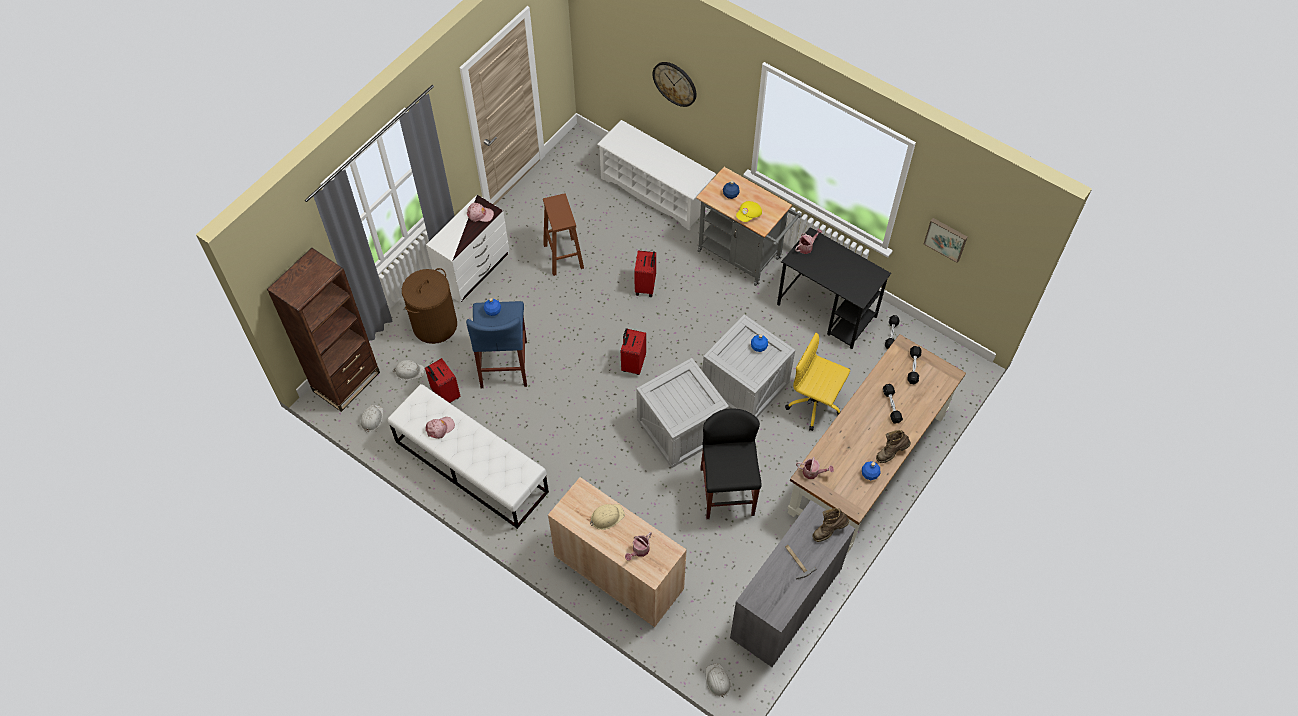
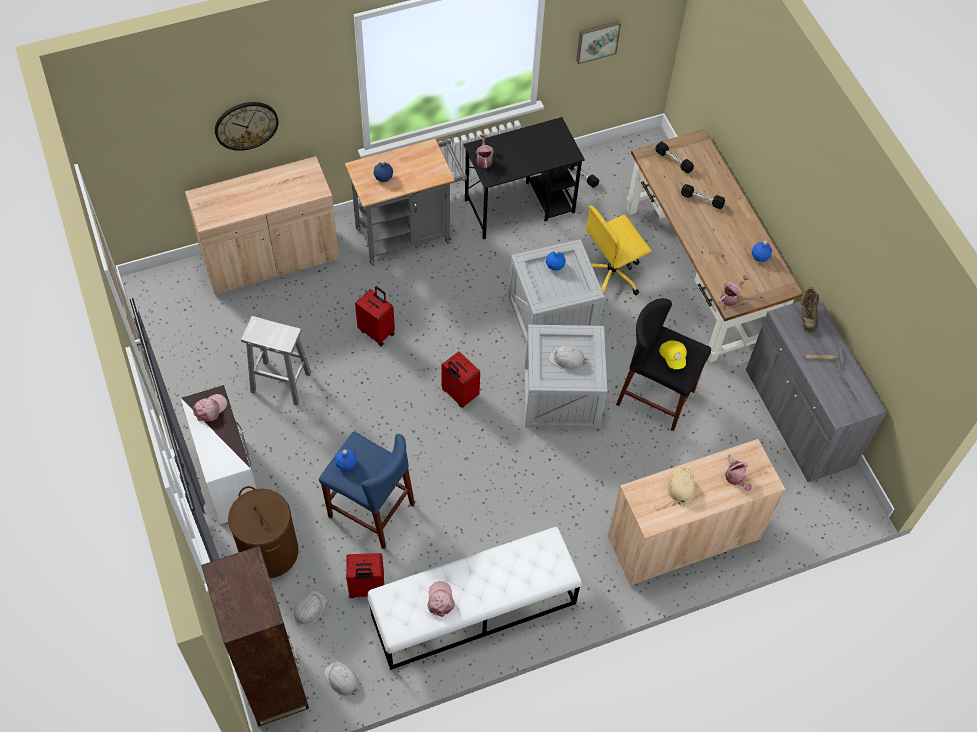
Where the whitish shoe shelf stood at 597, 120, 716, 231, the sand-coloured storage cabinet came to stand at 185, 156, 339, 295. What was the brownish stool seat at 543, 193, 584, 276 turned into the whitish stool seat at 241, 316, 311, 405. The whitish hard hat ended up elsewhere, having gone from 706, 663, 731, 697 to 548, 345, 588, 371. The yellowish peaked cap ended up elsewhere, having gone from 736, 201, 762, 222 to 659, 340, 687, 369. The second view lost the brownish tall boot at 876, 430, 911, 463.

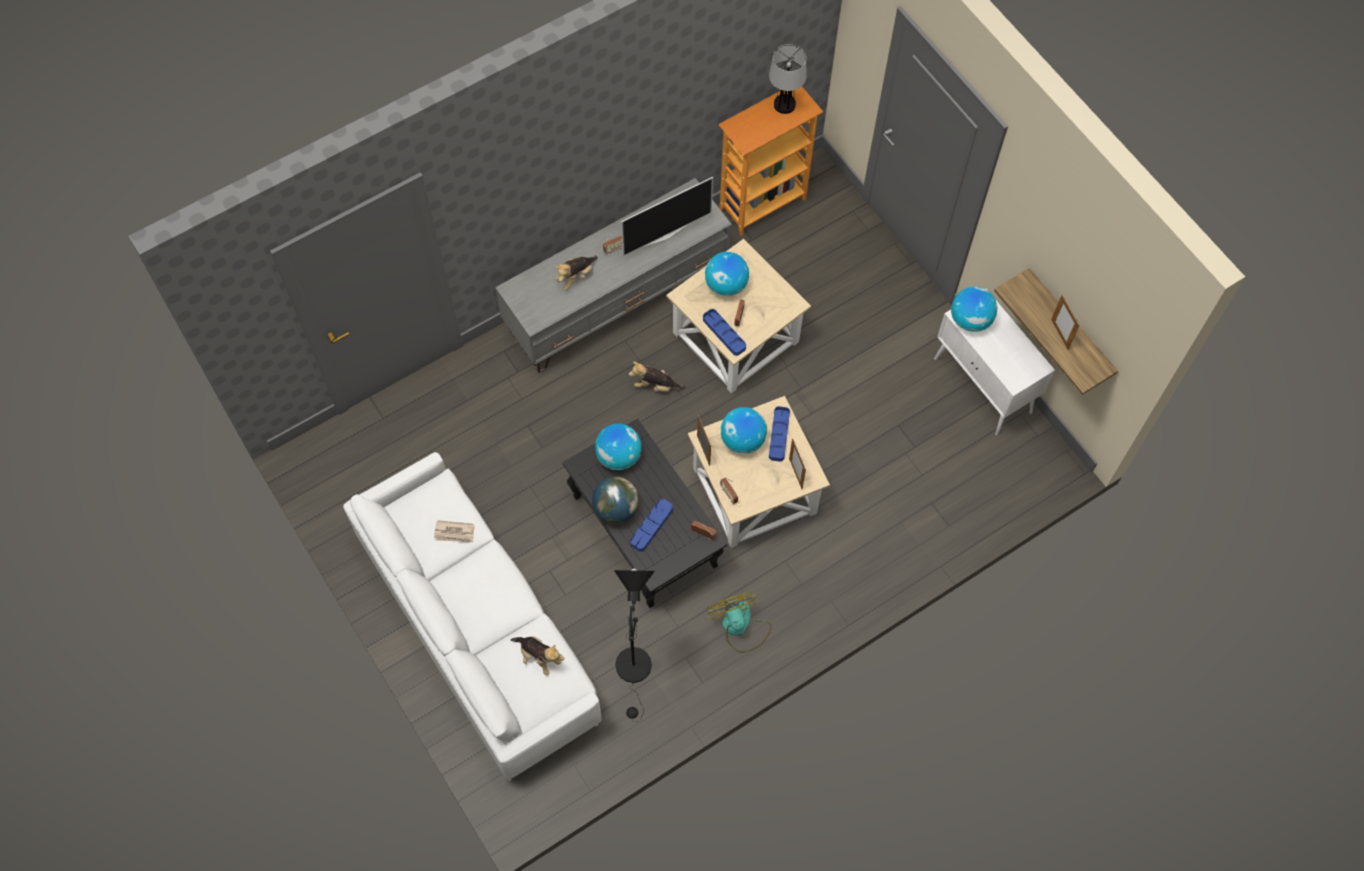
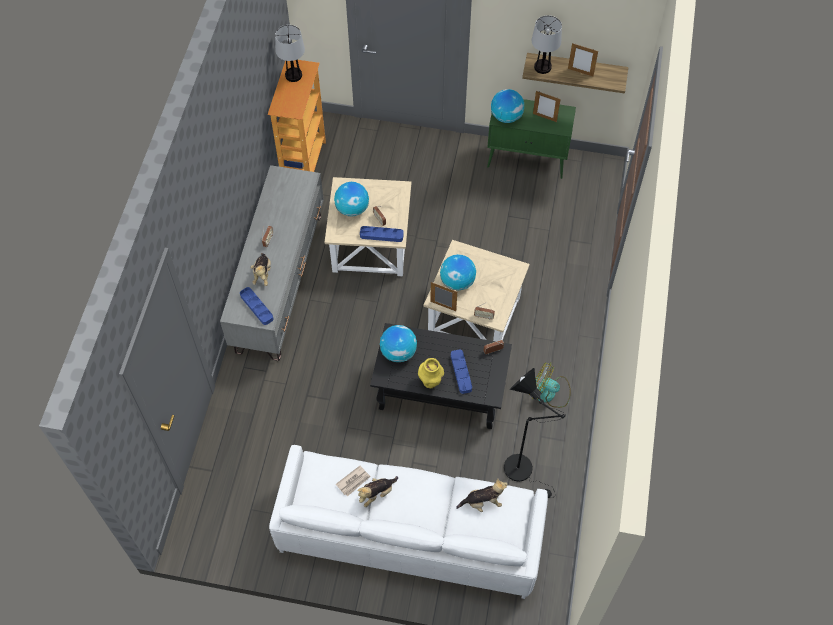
The bluish serving tray ended up elsewhere, having gone from 769, 406, 790, 462 to 240, 287, 273, 325. The plush toy ended up elsewhere, having gone from 629, 362, 686, 392 to 357, 476, 398, 507. Where the desk globe stood at 592, 476, 639, 524, the yellowish vase came to stand at 418, 358, 444, 388. What was the whitish storage cabinet at 934, 289, 1055, 435 turned into the green storage cabinet at 487, 99, 576, 179. The second view gained the table lamp at 532, 15, 562, 74. The standing frame ended up elsewhere, having gone from 789, 438, 806, 489 to 533, 91, 561, 122. The second view lost the TV set at 621, 177, 713, 256.

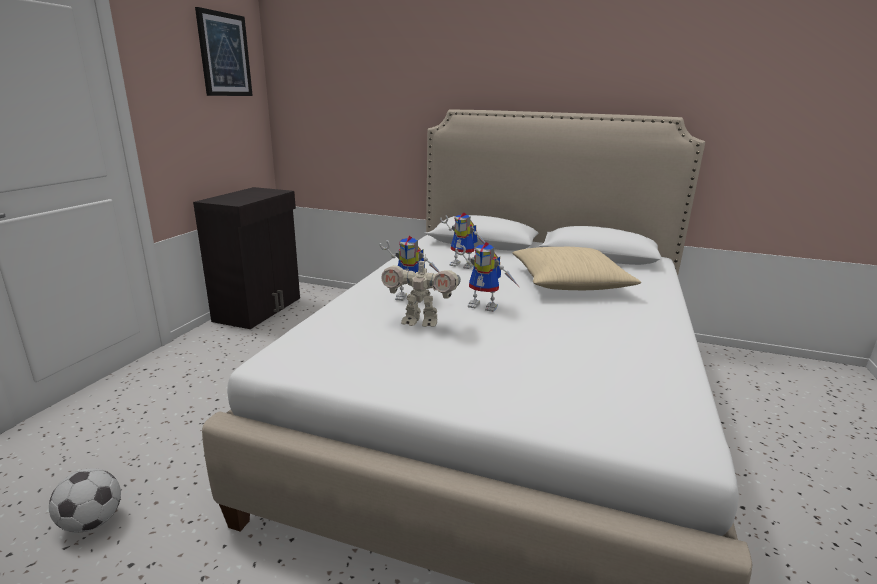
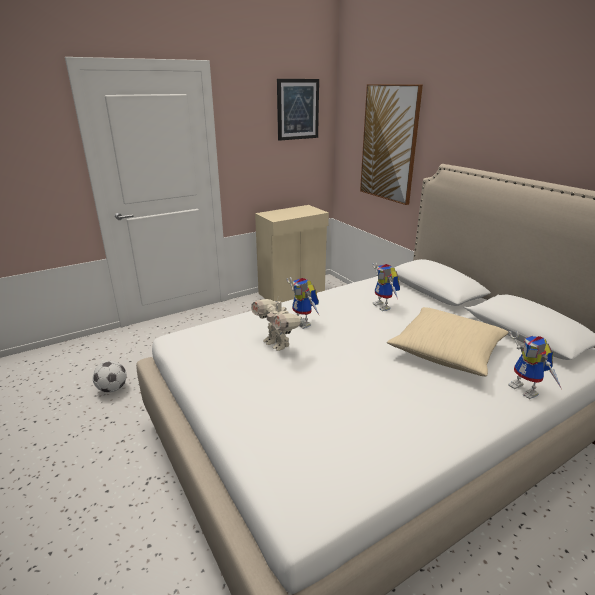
What was the black storage cabinet at 193, 187, 300, 329 turned into the sand-coloured storage cabinet at 255, 205, 329, 302. The second view gained the picture at 360, 84, 423, 205. The model robot ended up elsewhere, having gone from 455, 242, 520, 312 to 508, 331, 562, 399.

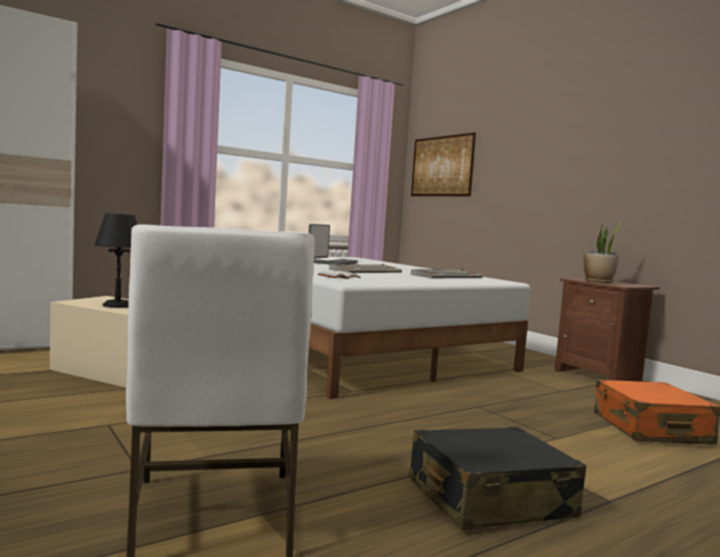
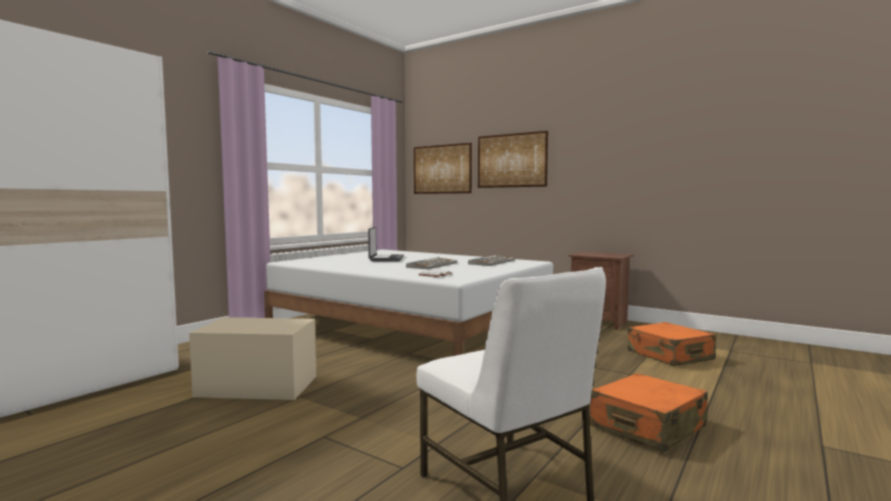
The second view gained the picture at 478, 131, 548, 188. What was the black suitcase at 409, 427, 586, 530 turned into the orange-coloured suitcase at 590, 373, 708, 452. The second view lost the black table lamp at 94, 213, 137, 308. The second view lost the plant in a pot at 584, 222, 621, 283.

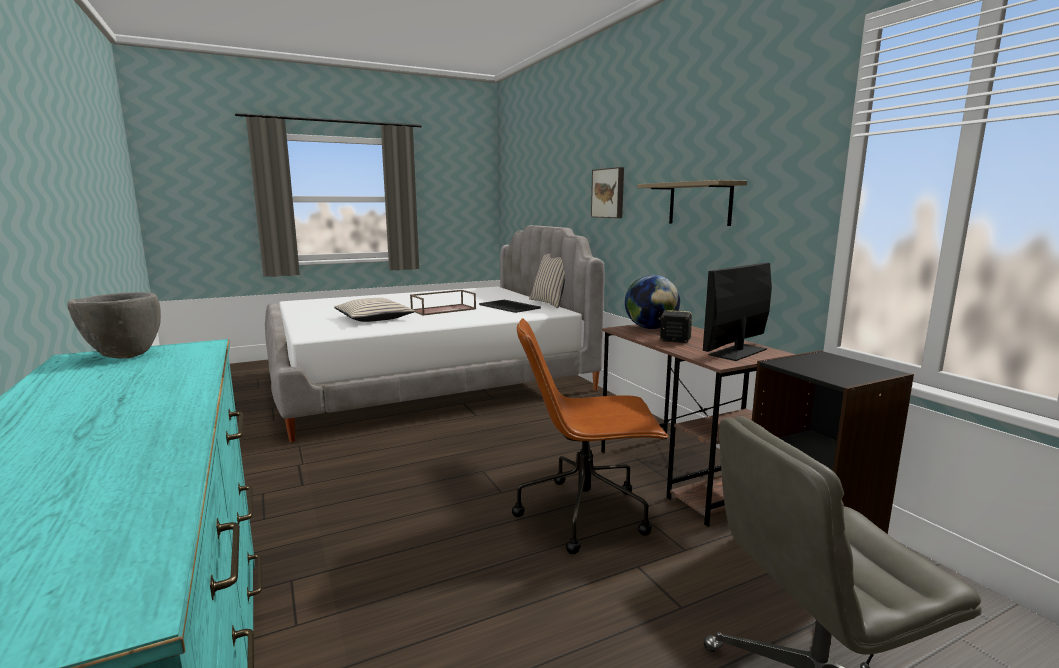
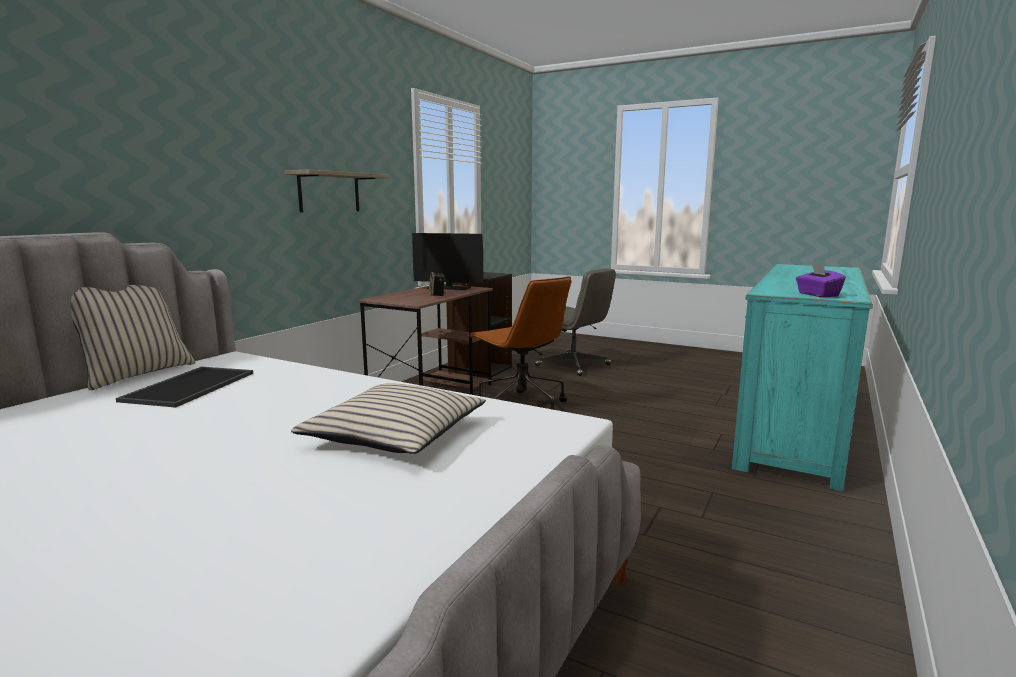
Where the grey deep dish stood at 68, 292, 161, 358, the purplish tissue holder came to stand at 796, 263, 846, 297. The second view lost the brownish serving tray at 410, 290, 476, 316. The second view lost the picture at 591, 167, 624, 218. The second view lost the desk globe at 625, 275, 680, 329.

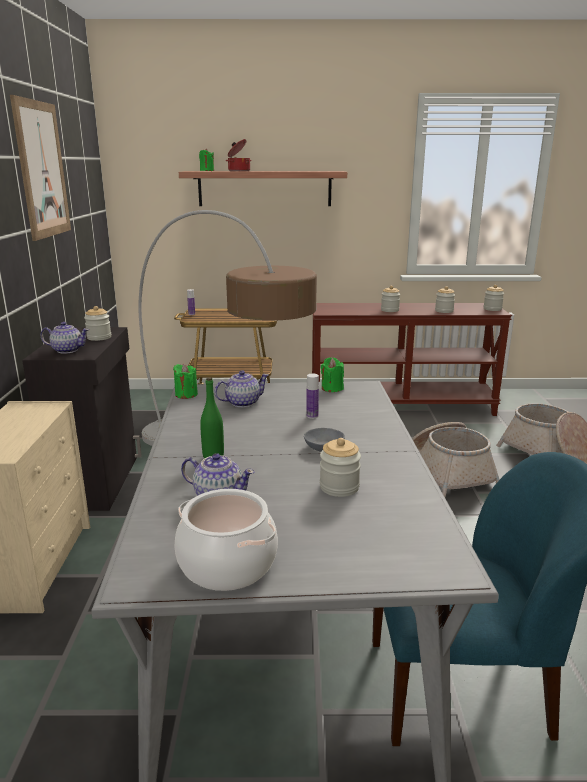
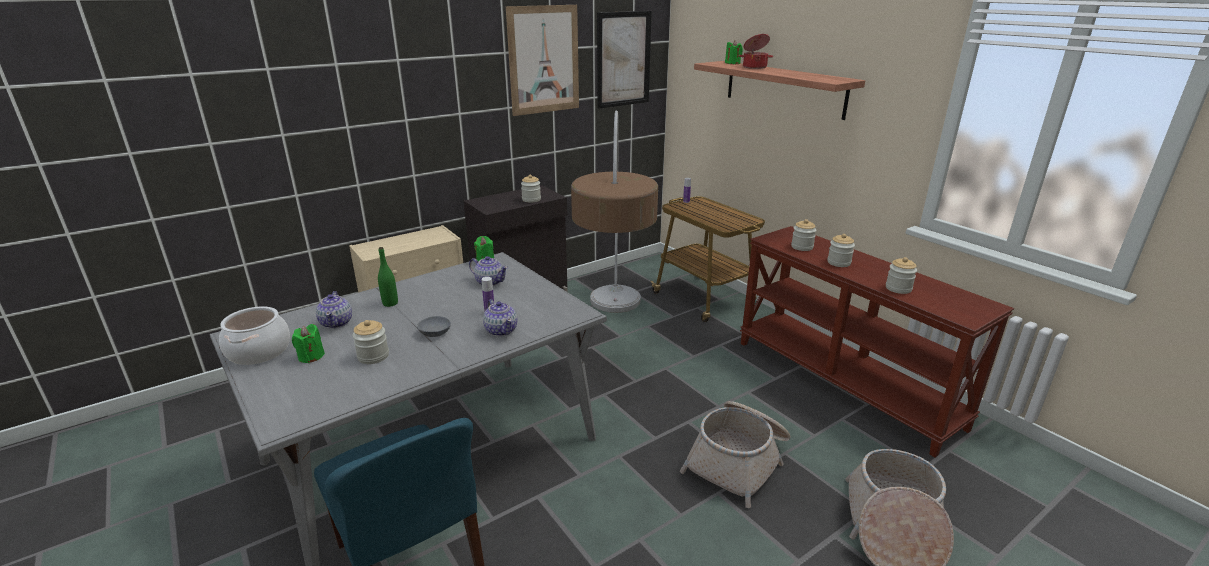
The green candle ended up elsewhere, having gone from 321, 357, 344, 392 to 292, 324, 325, 363. The pot for tea ended up elsewhere, having gone from 40, 322, 89, 354 to 483, 299, 518, 337. The second view gained the picture at 597, 11, 652, 109. The jar ended up elsewhere, having gone from 483, 285, 504, 311 to 791, 219, 816, 251.

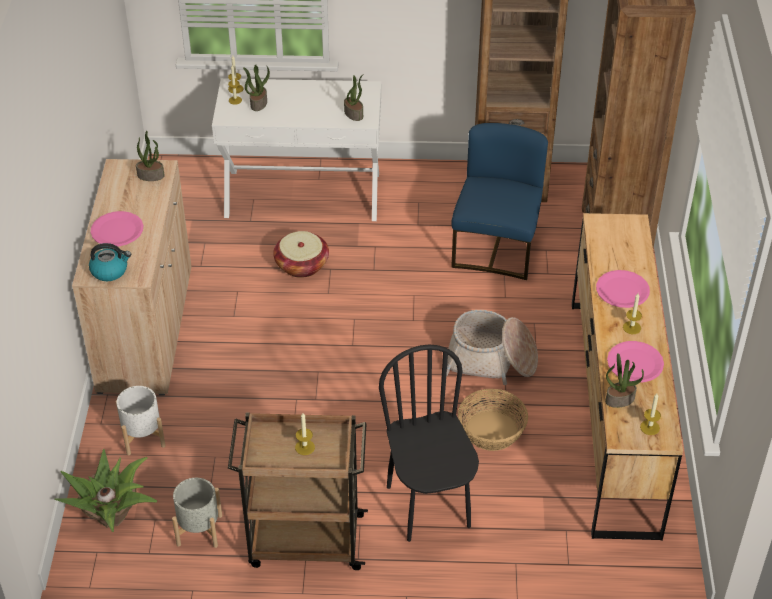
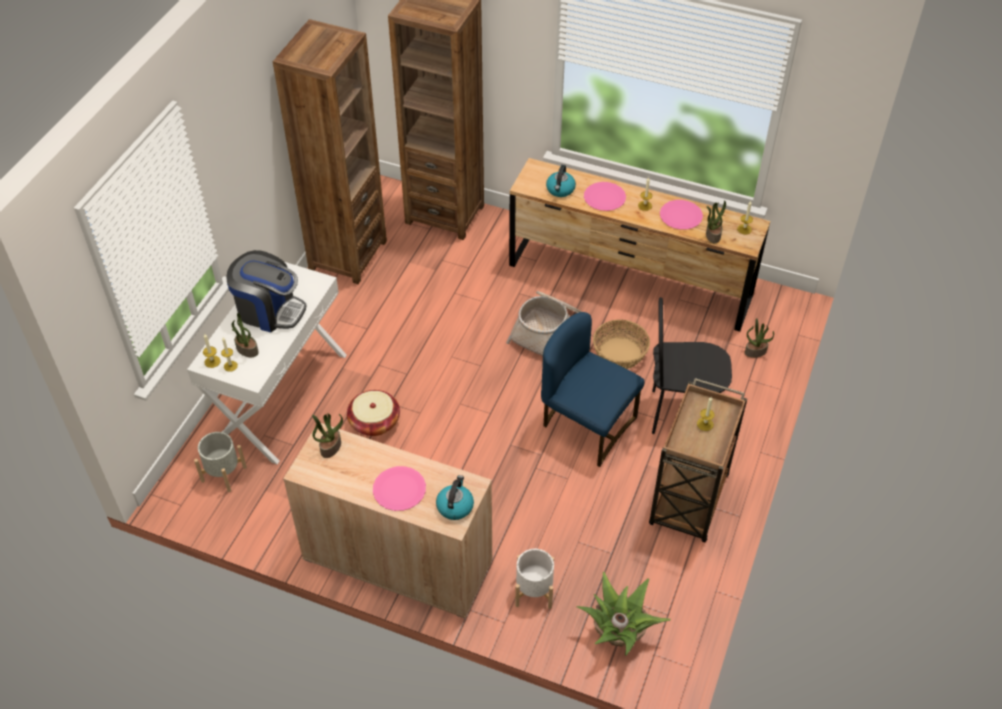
The grey flower pot ended up elsewhere, having gone from 172, 478, 222, 548 to 194, 432, 247, 492. The second view gained the coffee maker at 226, 250, 307, 332. The bluish chair ended up elsewhere, having gone from 451, 123, 548, 280 to 541, 312, 645, 467. The second view gained the kettle at 546, 165, 576, 197. The plant in a pot ended up elsewhere, having gone from 344, 74, 364, 121 to 745, 318, 774, 358.

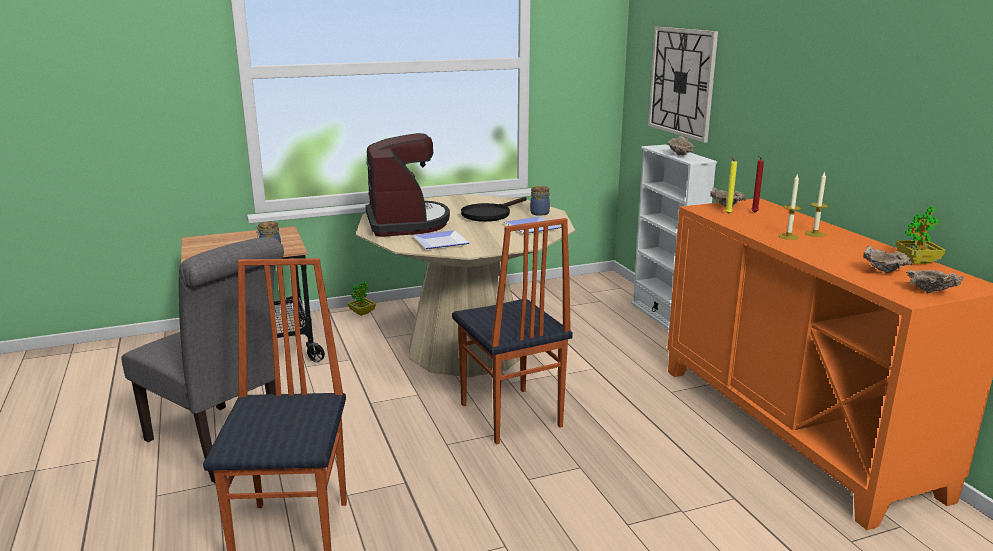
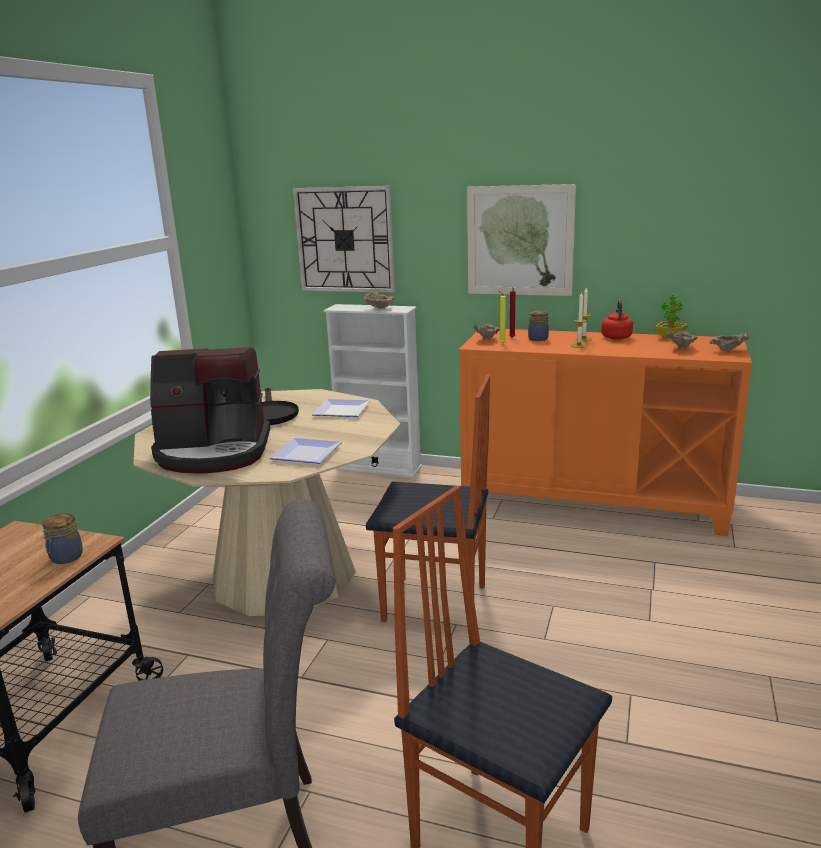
The coffee maker at 365, 133, 450, 237 ended up facing another way, 150 degrees clockwise from before. The second view gained the picture at 467, 184, 576, 296. The jar ended up elsewhere, having gone from 530, 186, 550, 216 to 528, 311, 549, 341. The second view gained the red-coloured kettle at 601, 300, 633, 339. The second view lost the plant in a pot at 348, 281, 376, 316.

